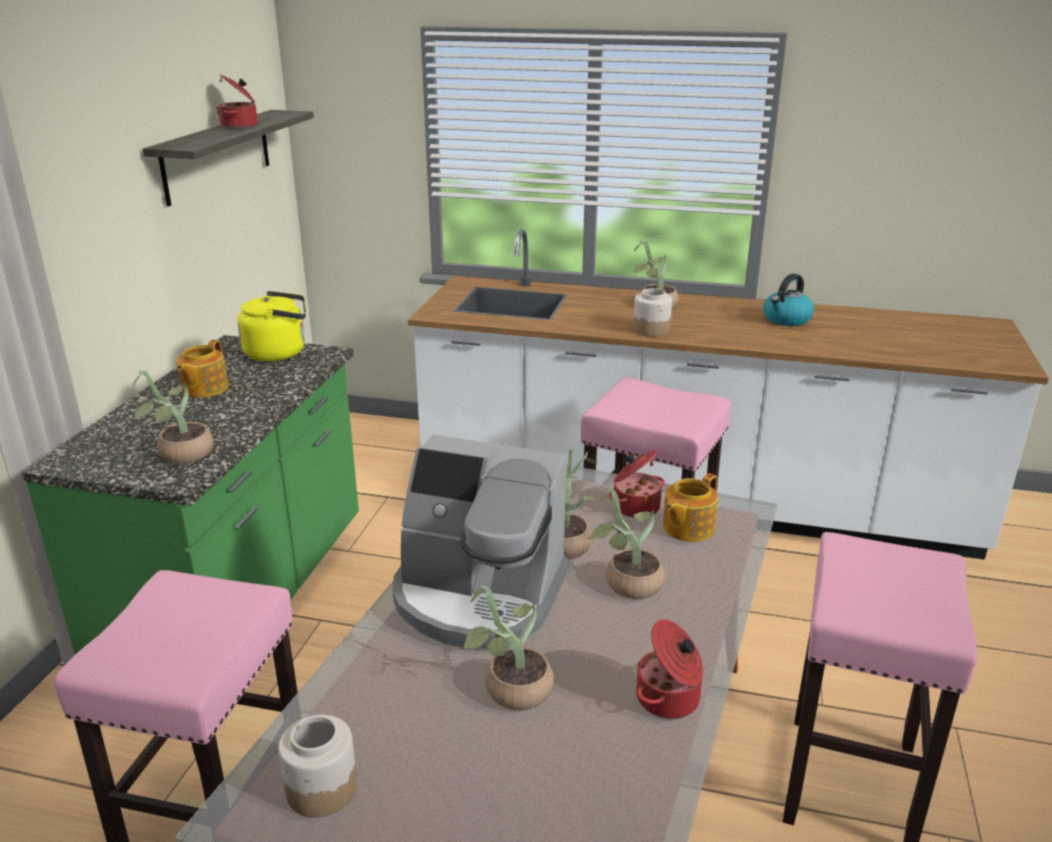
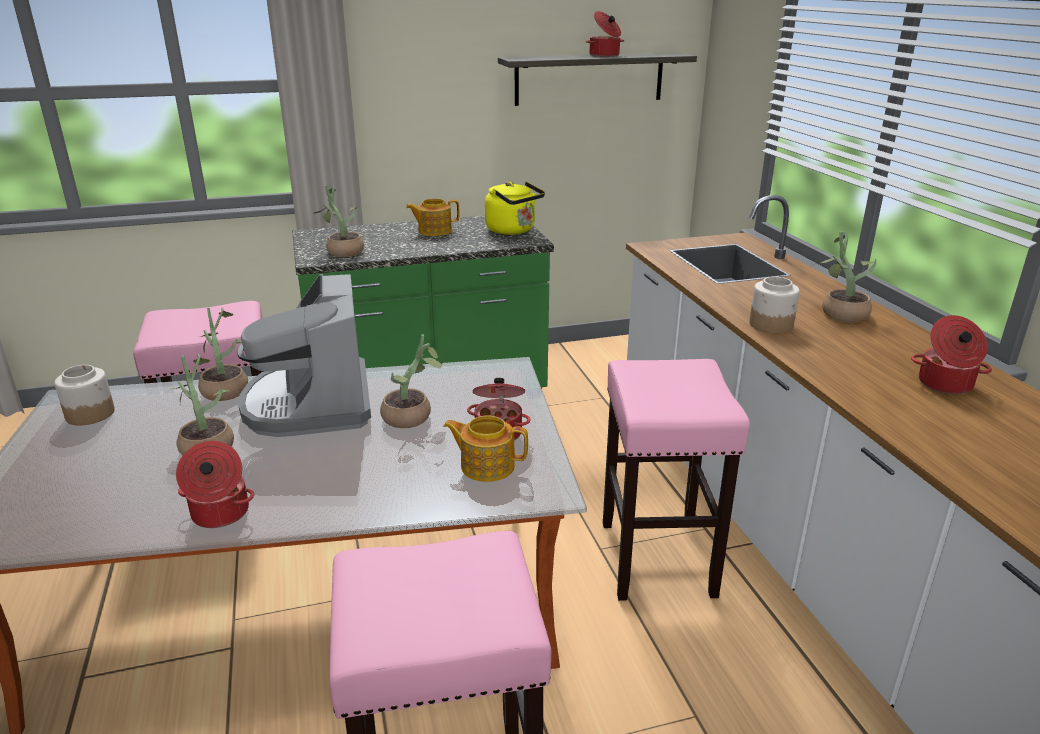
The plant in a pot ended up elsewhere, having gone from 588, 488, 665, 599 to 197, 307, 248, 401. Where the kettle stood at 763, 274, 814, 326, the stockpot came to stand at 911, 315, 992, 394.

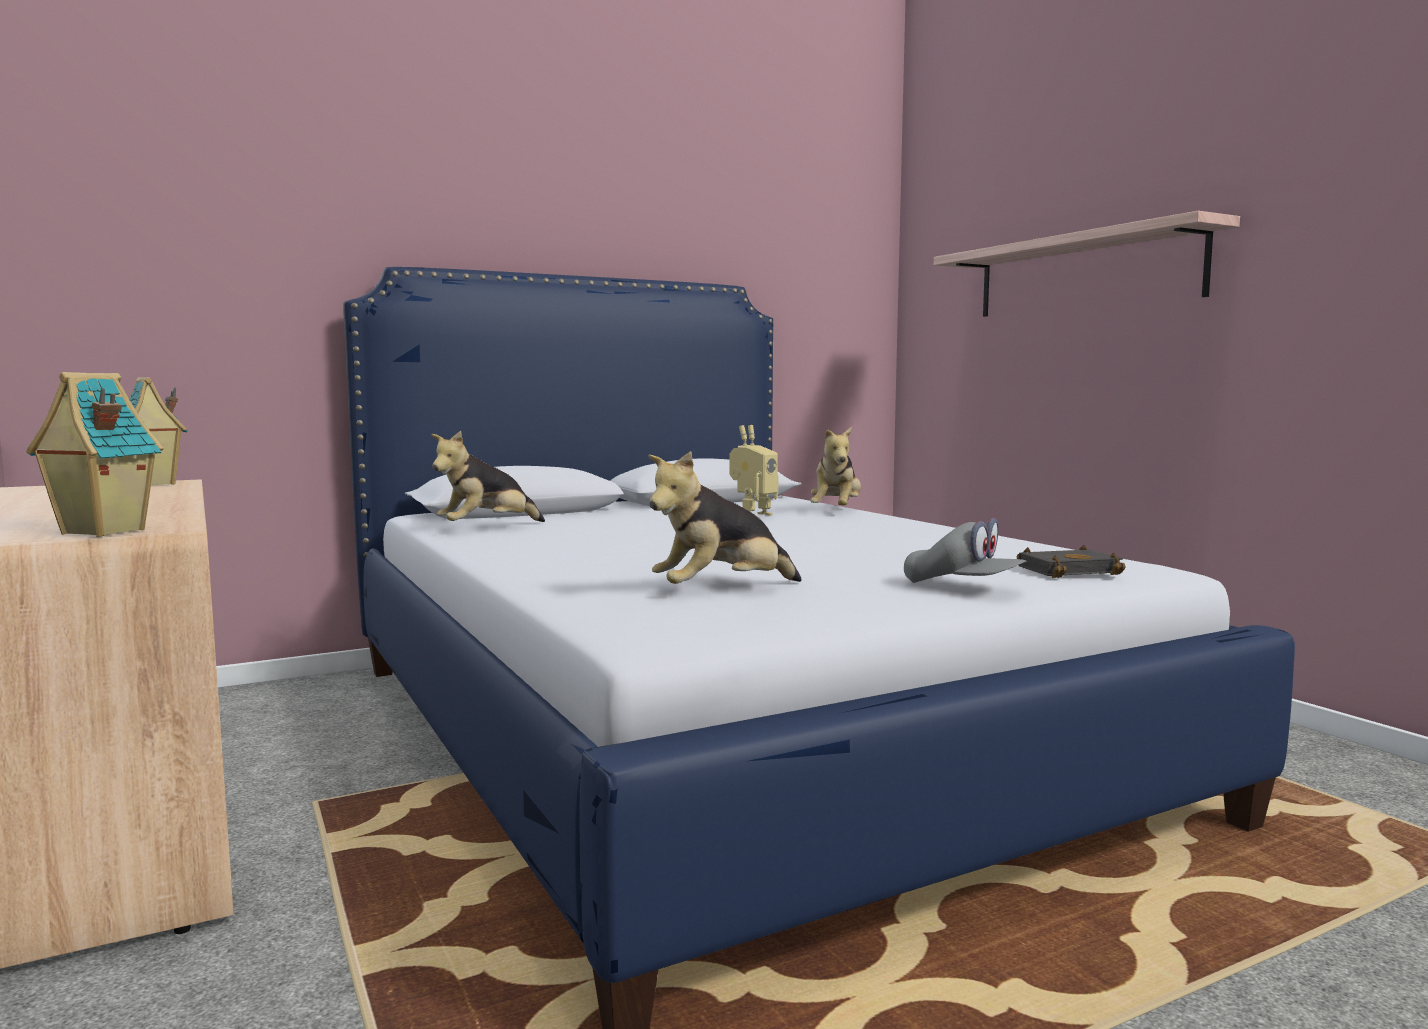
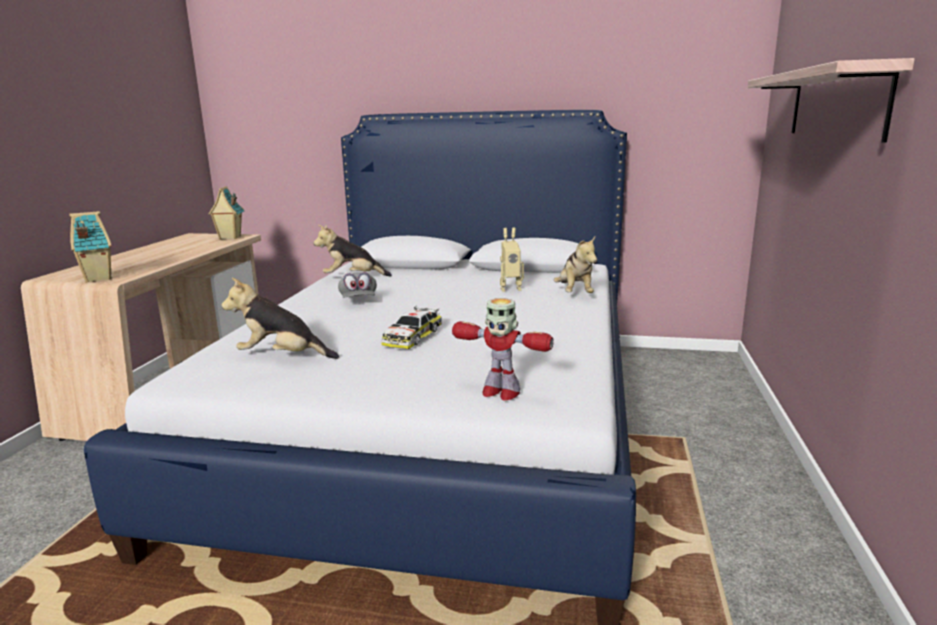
The grey peaked cap ended up elsewhere, having gone from 904, 518, 1027, 583 to 338, 272, 377, 298. The second view gained the model car at 381, 306, 442, 349. Where the black book stood at 1017, 545, 1126, 578, the model robot came to stand at 452, 298, 554, 400. The plush toy at 810, 427, 861, 505 ended up facing another way, 60 degrees counterclockwise from before.

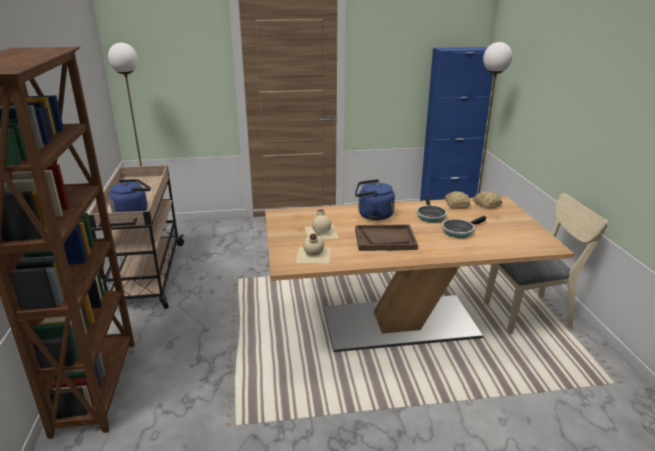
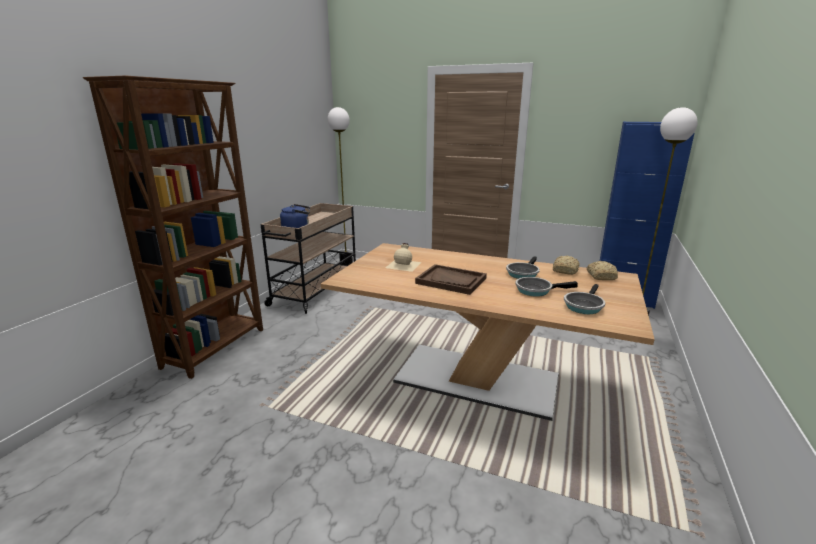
The second view gained the pan at 564, 284, 605, 314. The second view lost the sand-coloured bottle at 296, 234, 331, 264. The second view lost the bluish kettle at 355, 179, 395, 220. The second view lost the sand-coloured chair at 484, 193, 608, 334.

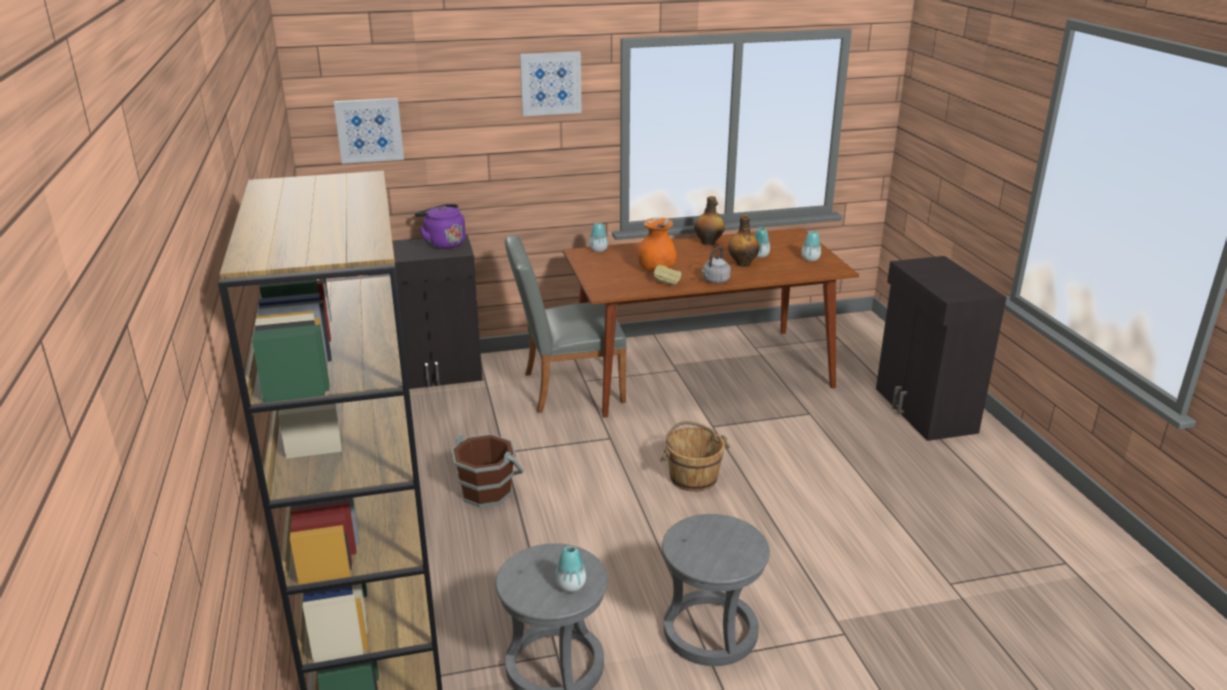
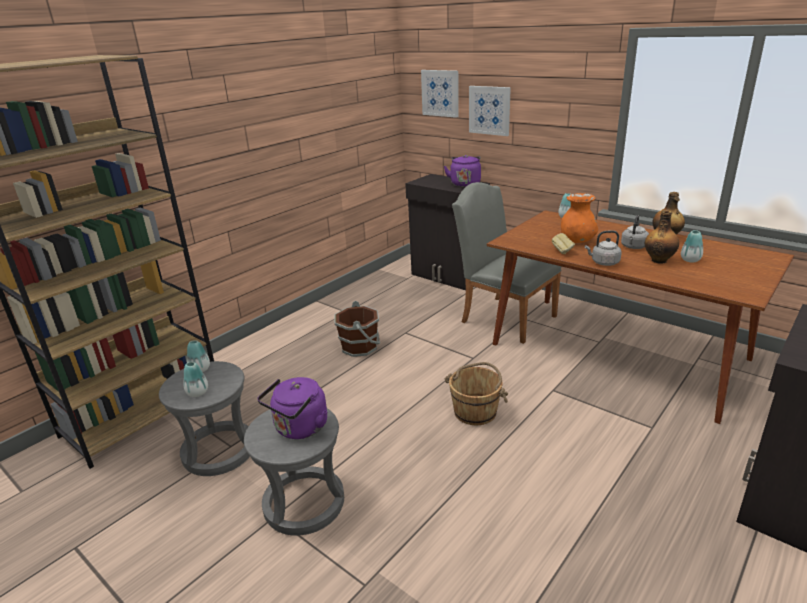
The vase ended up elsewhere, having gone from 801, 231, 821, 262 to 187, 340, 210, 372. The second view gained the purplish kettle at 257, 377, 328, 439. The picture ended up elsewhere, having gone from 520, 51, 581, 116 to 469, 86, 511, 136. The second view gained the grey kettle at 621, 215, 649, 249.

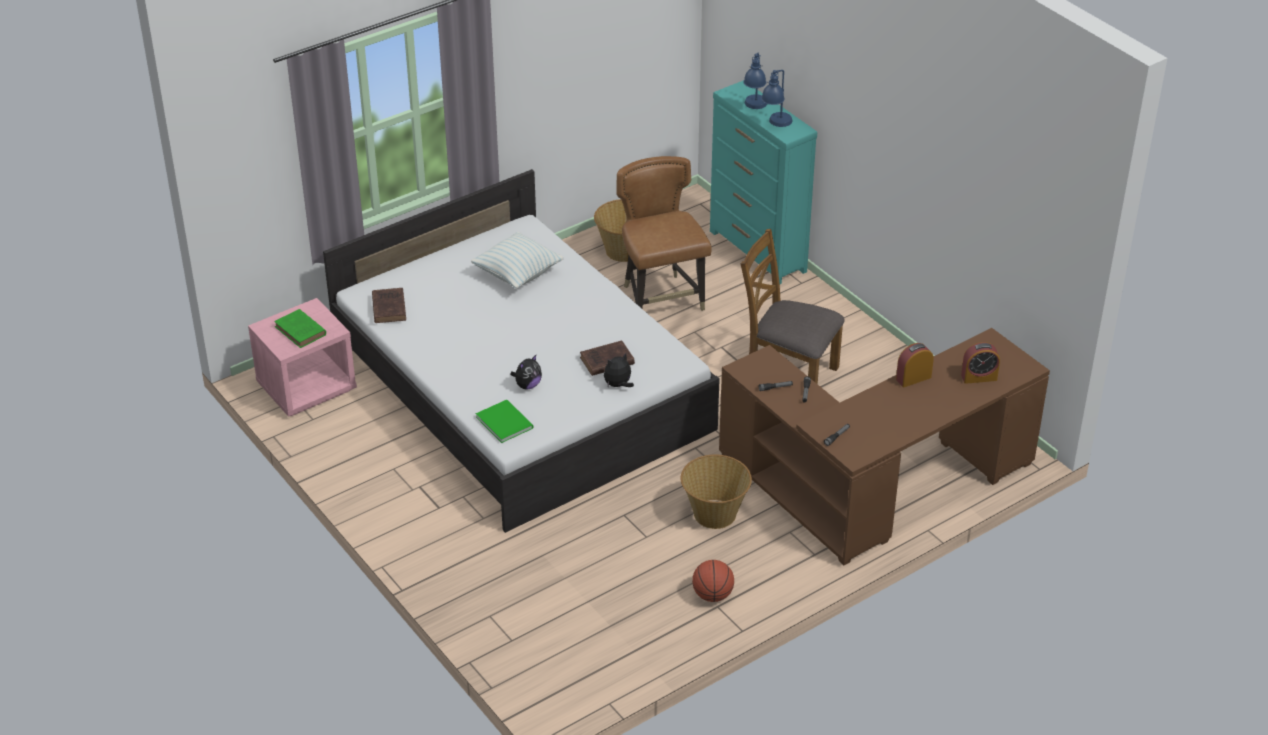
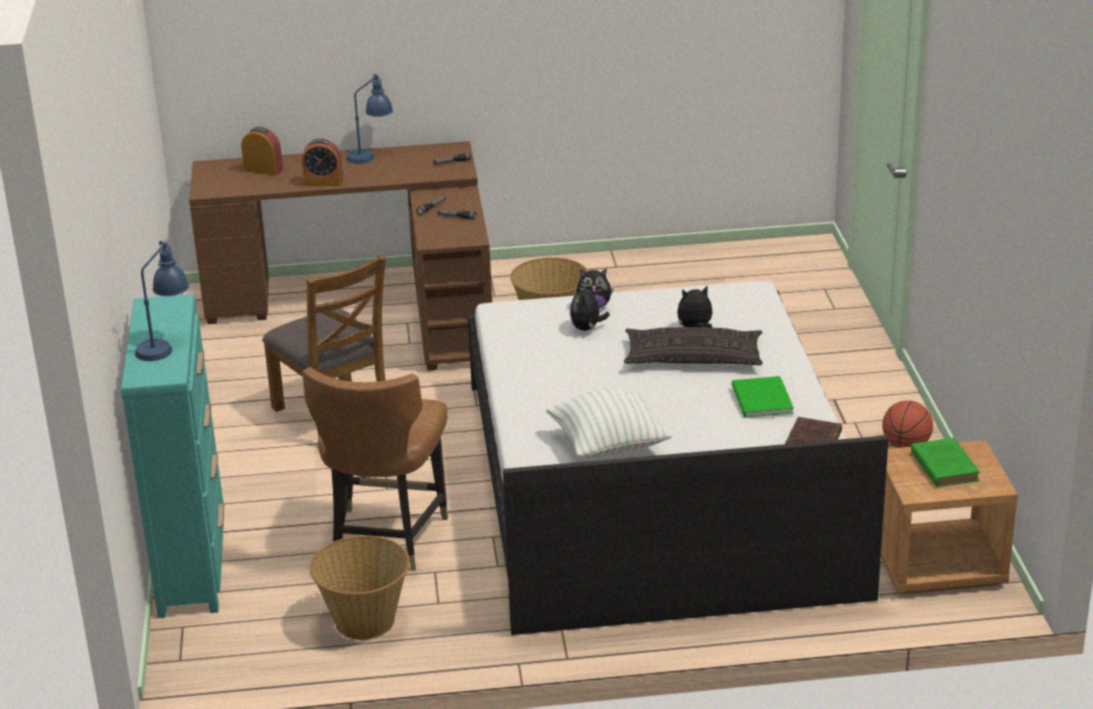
The bluish table lamp ended up elsewhere, having gone from 761, 70, 792, 127 to 346, 74, 393, 164. Where the brownish book stood at 580, 341, 635, 376, the plush toy came to stand at 570, 283, 610, 331. The second view gained the throw pillow at 624, 327, 763, 365. The green book ended up elsewhere, having gone from 476, 400, 534, 443 to 732, 376, 794, 418. What was the pinkish night table at 248, 298, 357, 417 turned into the brownish night table at 881, 440, 1018, 594. The ball for basketball ended up elsewhere, having gone from 692, 560, 734, 602 to 882, 400, 933, 448.

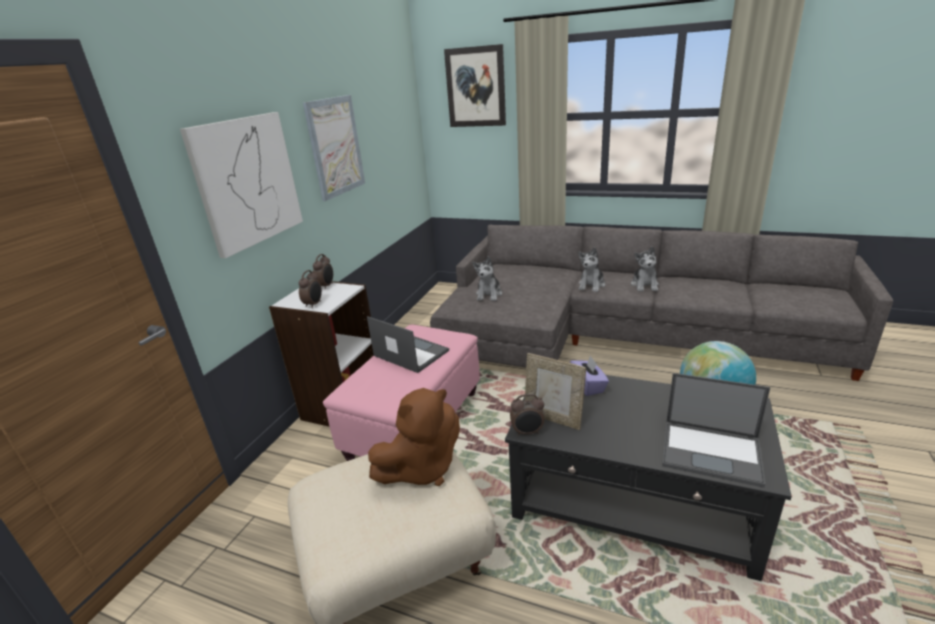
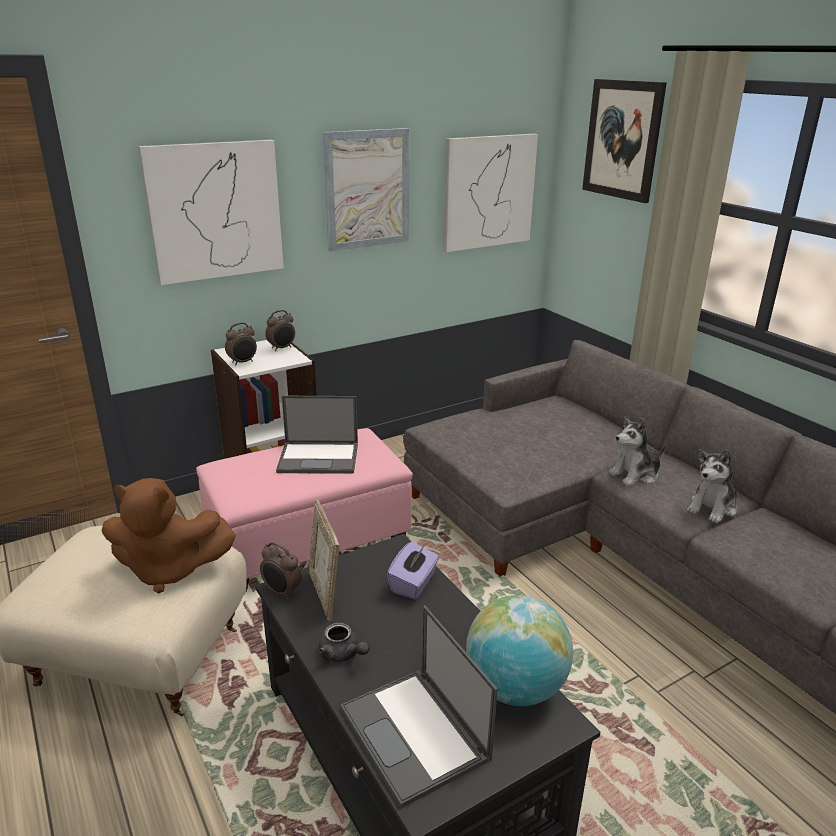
The laptop at 367, 316, 449, 373 ended up facing another way, 105 degrees clockwise from before. The second view gained the grey pot for tea at 319, 623, 370, 662. The second view gained the picture at 443, 134, 538, 252. The second view lost the plush toy at 472, 256, 502, 301.

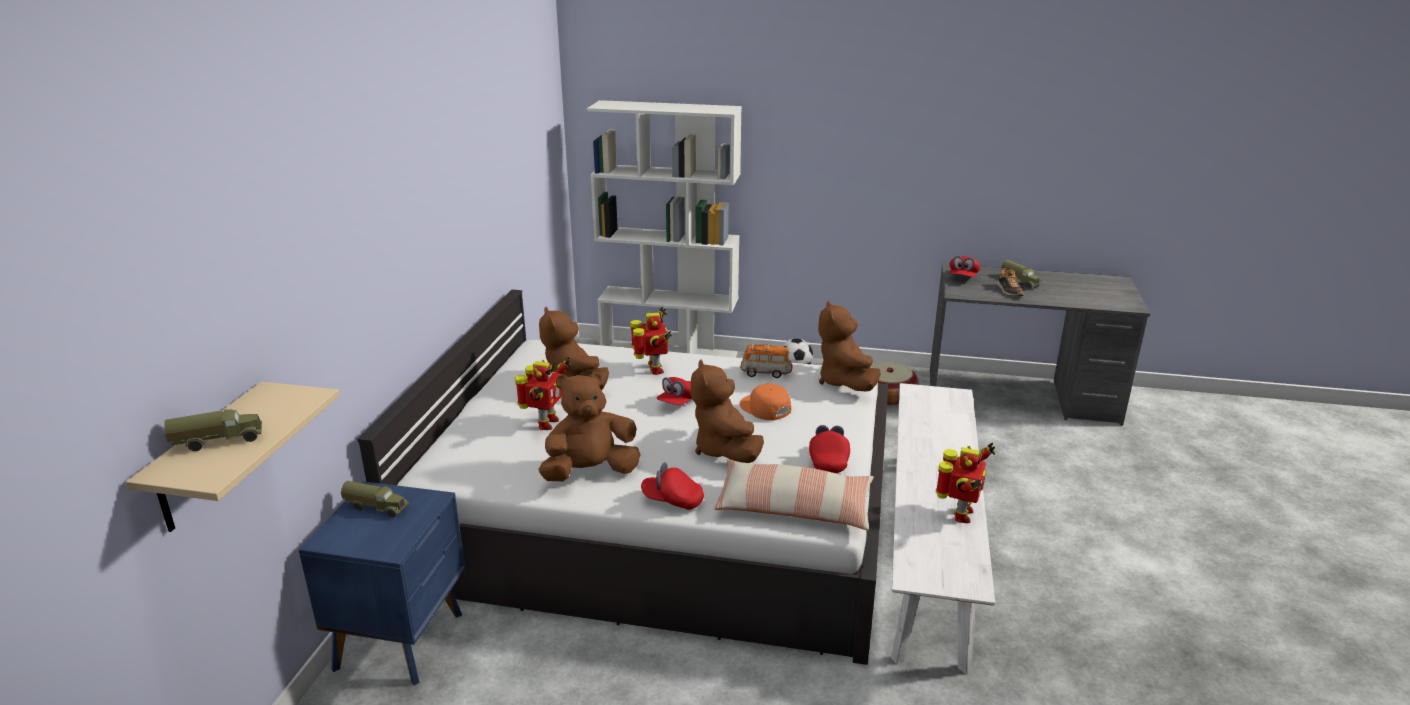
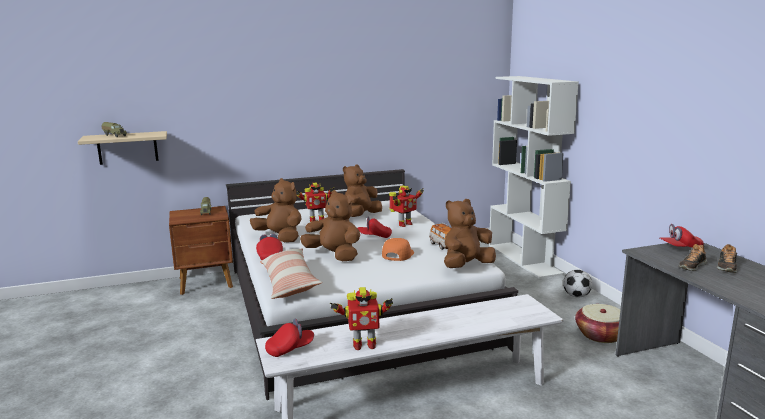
What was the bluish night table at 299, 482, 466, 685 turned into the brownish night table at 169, 206, 233, 295. The red-coloured peaked cap ended up elsewhere, having gone from 809, 425, 850, 473 to 265, 319, 314, 357. The brownish plush toy at 691, 359, 764, 463 ended up facing another way, 75 degrees clockwise from before. Where the model truck stood at 1001, 260, 1042, 289, the shoe came to stand at 717, 244, 737, 273.

